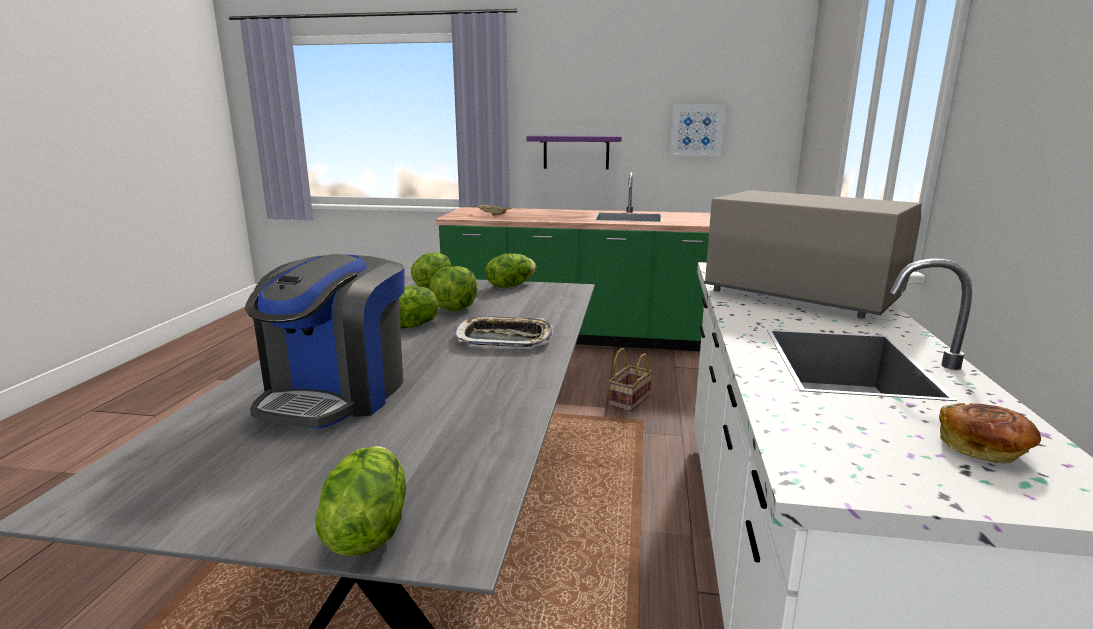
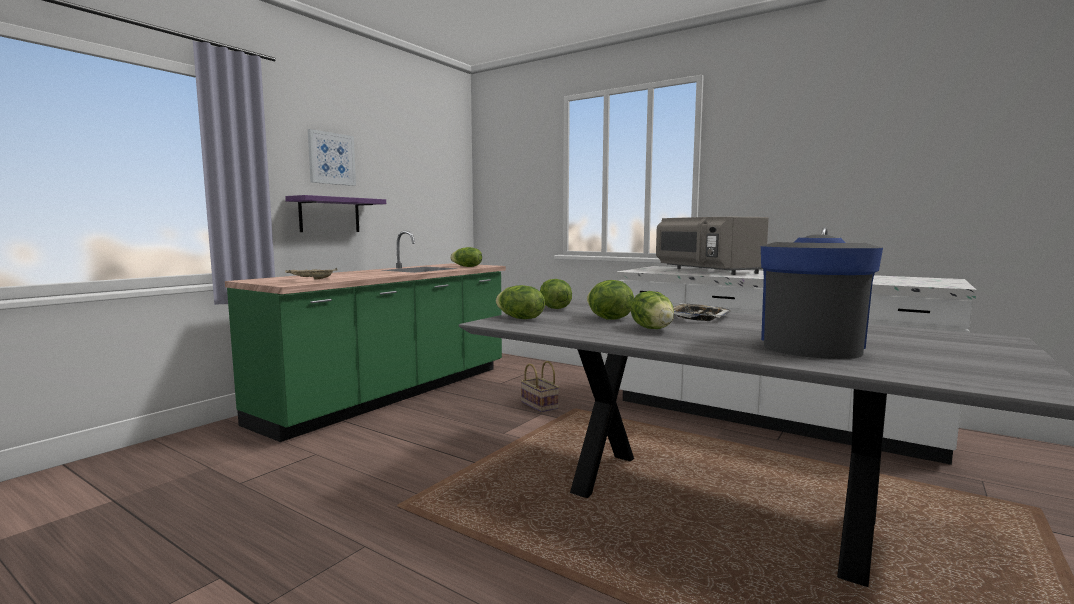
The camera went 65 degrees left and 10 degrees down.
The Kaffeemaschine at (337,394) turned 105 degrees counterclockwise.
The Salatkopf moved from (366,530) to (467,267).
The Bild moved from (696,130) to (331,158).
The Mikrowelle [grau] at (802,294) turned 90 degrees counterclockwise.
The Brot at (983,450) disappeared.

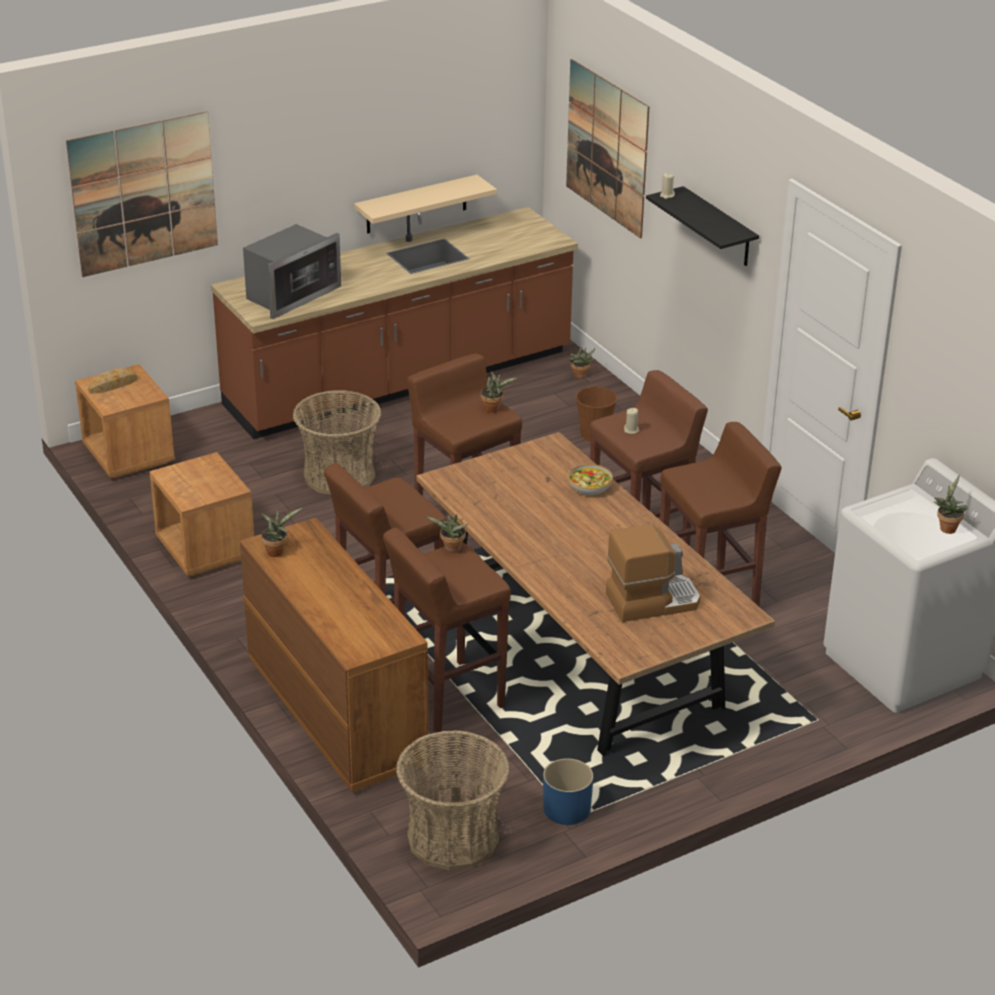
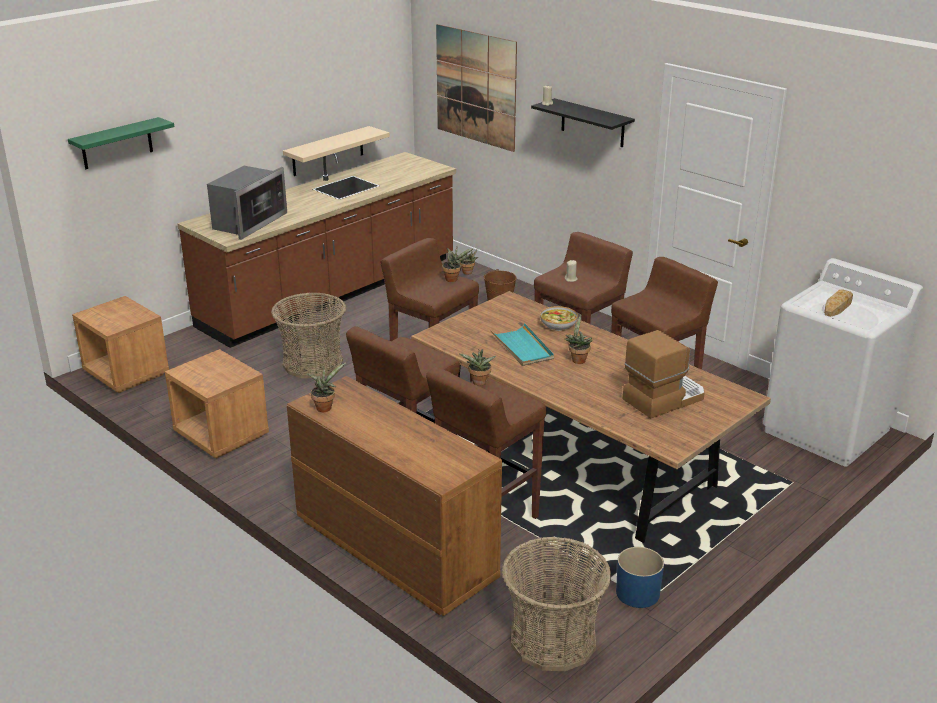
The camera went 15 degrees left and 5 degrees down.
The Bild at (143,193) was replaced by the Wandregal [grün] at (117,144).
The Brot moved from (113,385) to (837,307).
The Topfpflanze moved from (947,527) to (577,359).
The Tablett [türkis] at (522,347) appeared.

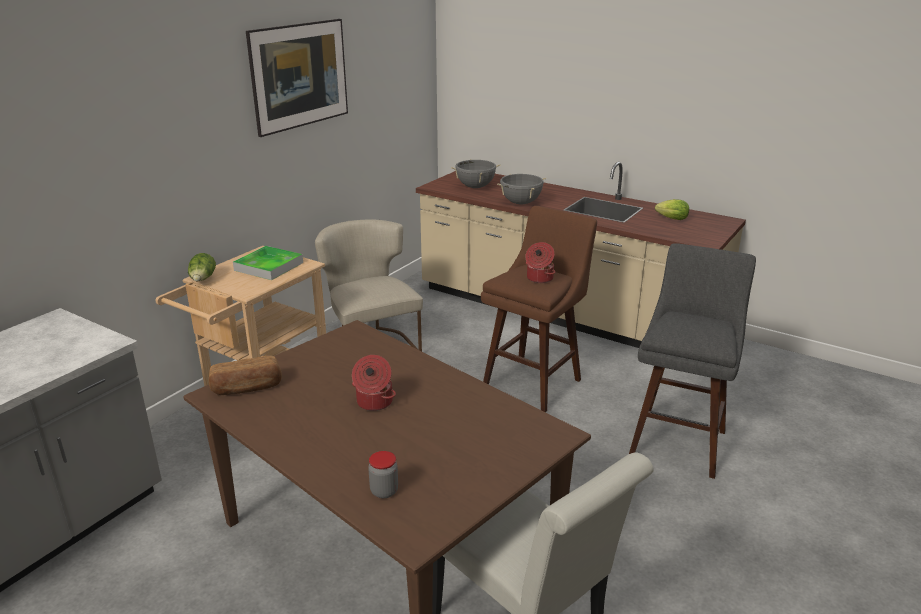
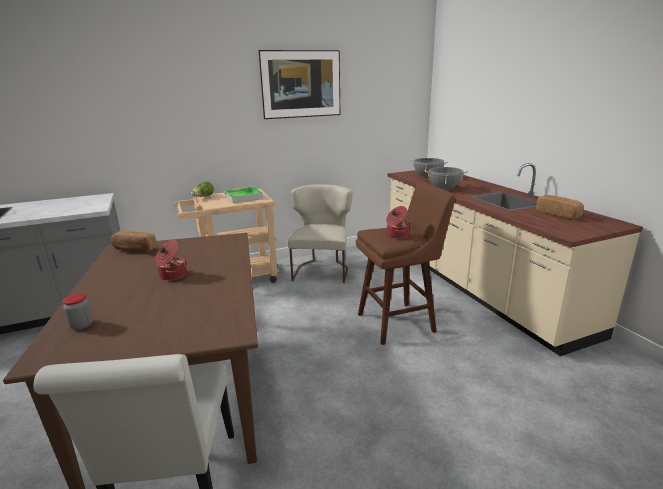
The camera went 35 degrees right and 5 degrees down.
The Hocker [grau] at (679,440) disappeared.
The Salatkopf at (670,219) was replaced by the Brot at (558,214).

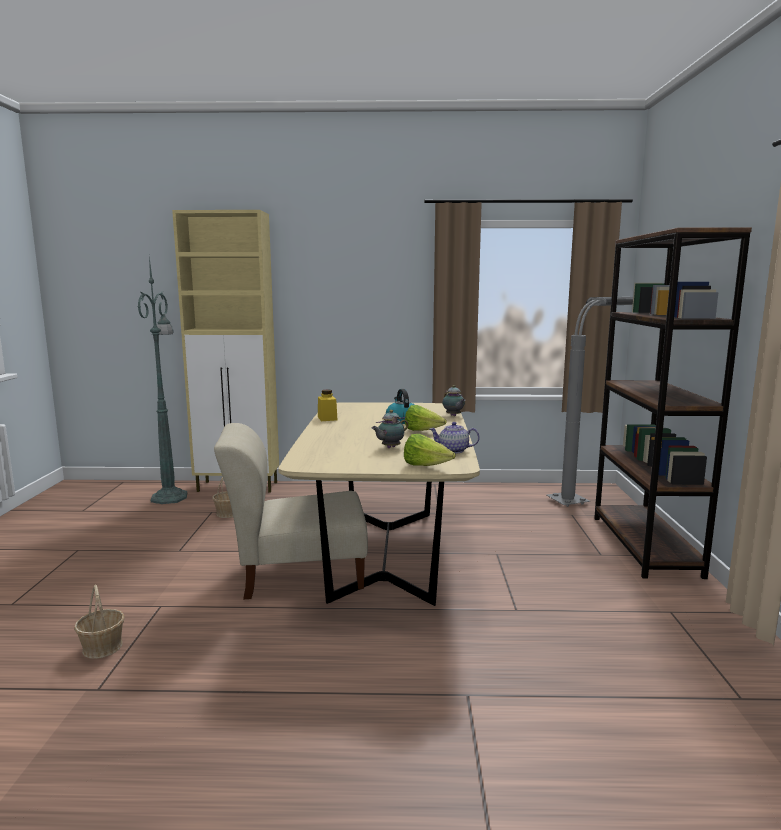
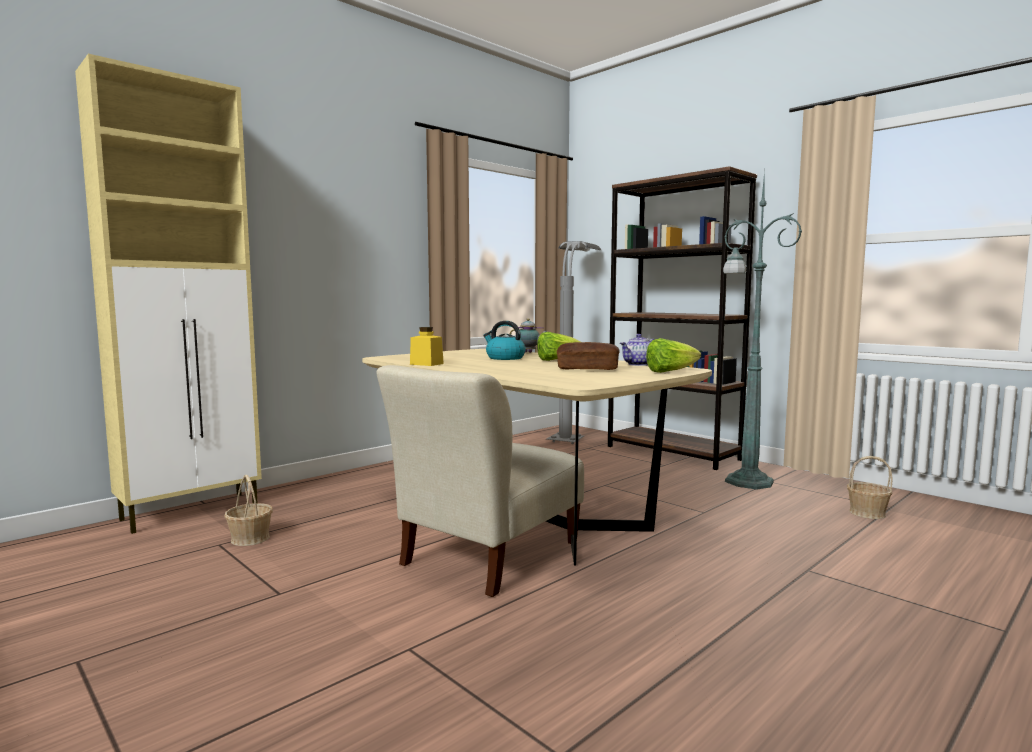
The camera went 45 degrees left and 5 degrees down.
The Korb moved from (103,647) to (867,513).
The Stehlampe [grün] moved from (170,497) to (746,481).
The Teekanne at (389,447) was replaced by the Brot at (587,369).

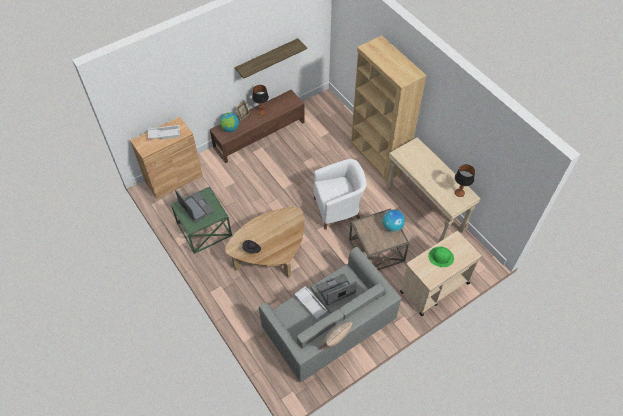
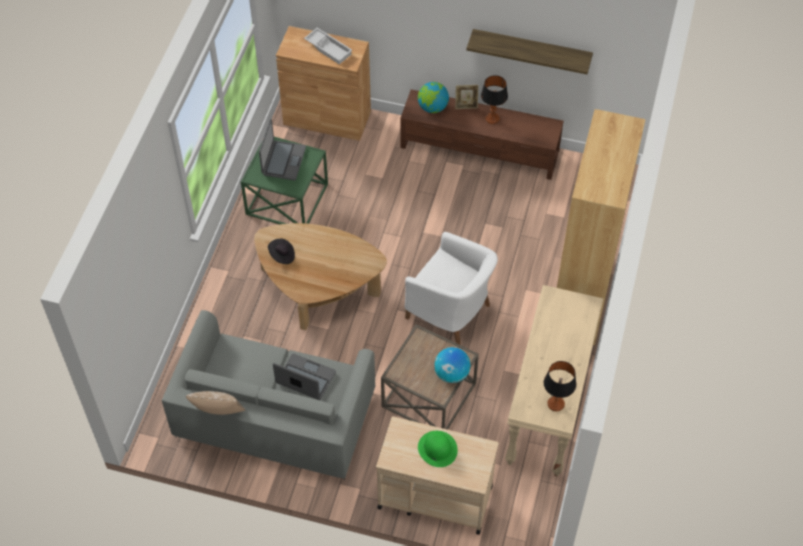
The camera went 50 degrees right and 0 degrees up.
The Tablett [weiß] at (311,304) disappeared.

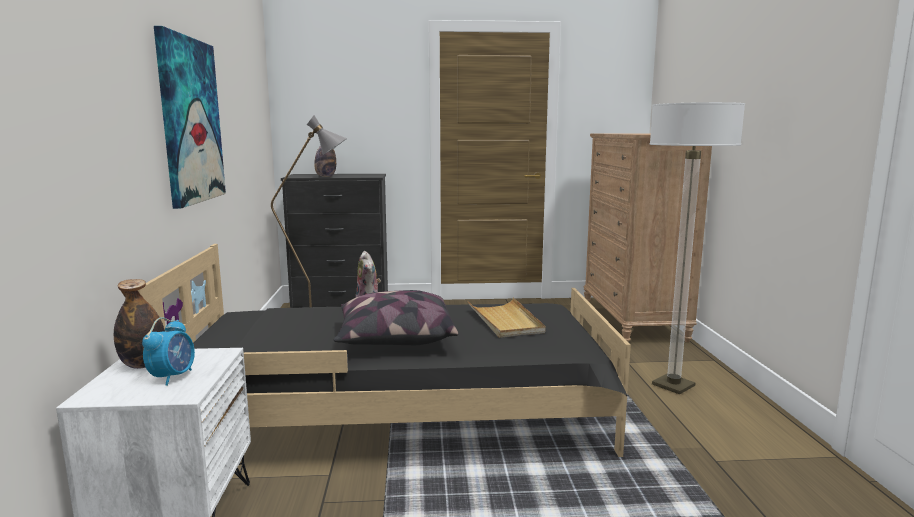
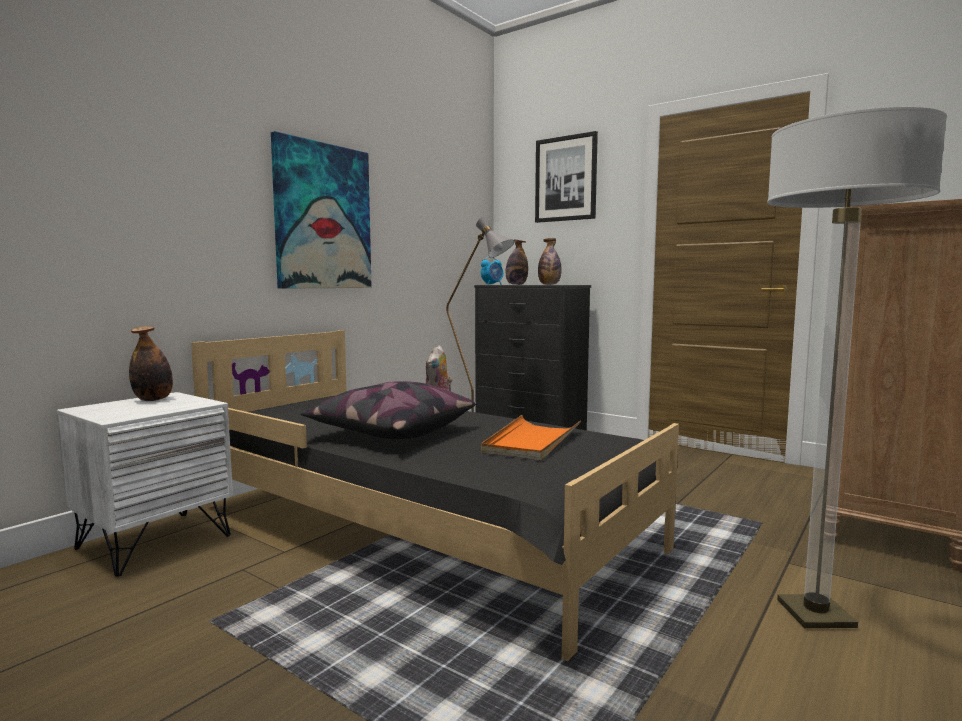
The camera went 40 degrees right and 5 degrees down.
The Wecker moved from (173,377) to (492,284).
The Tablett [beige] at (505,321) became the Tablett [orange] at (531,441).
The Bild at (566,179) appeared.
The Flasche at (549,284) appeared.

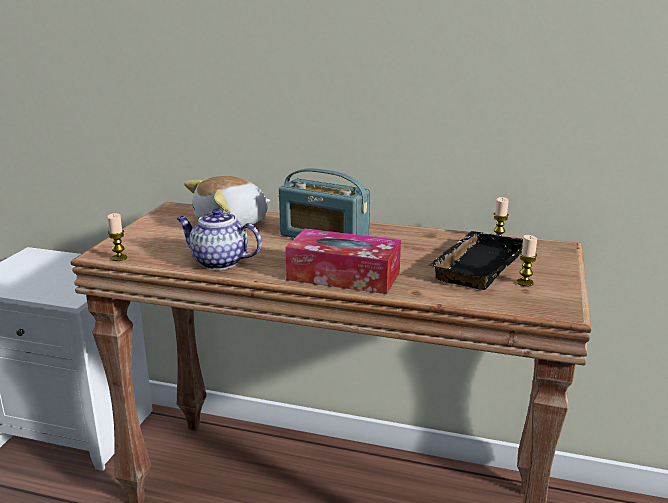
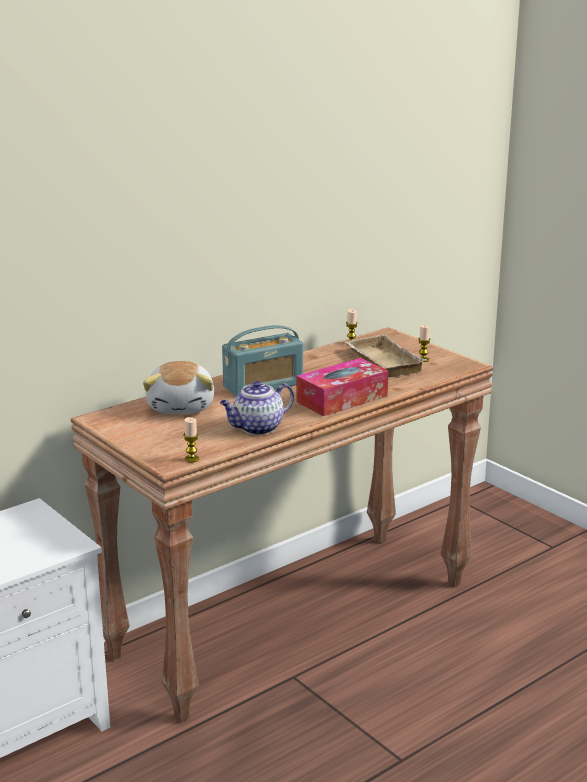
The camera went 55 degrees left and 0 degrees up.
The Tablett [schwarz] at (475,265) became the Tablett [beige] at (381,362).

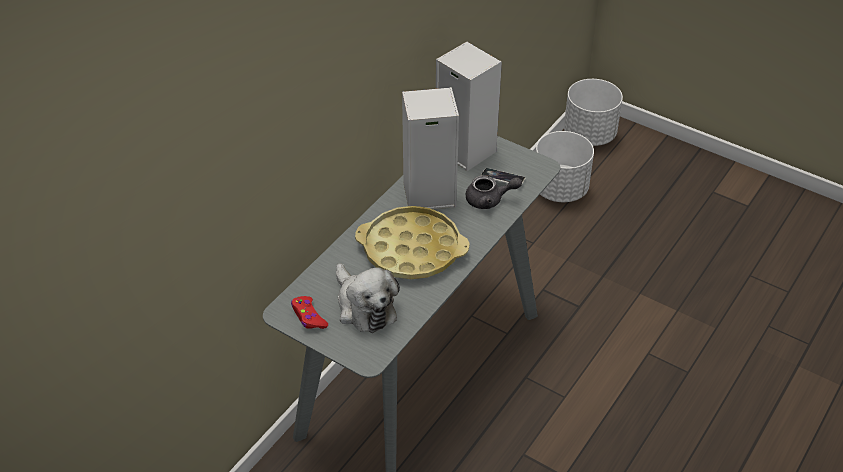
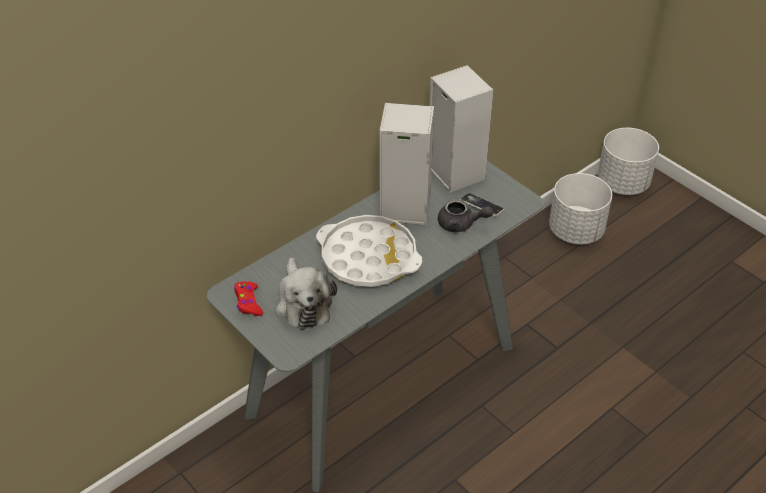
The camera went 15 degrees right and 0 degrees up.
The Tablett [gelb] at (412,249) became the Tablett [weiß] at (368,257).

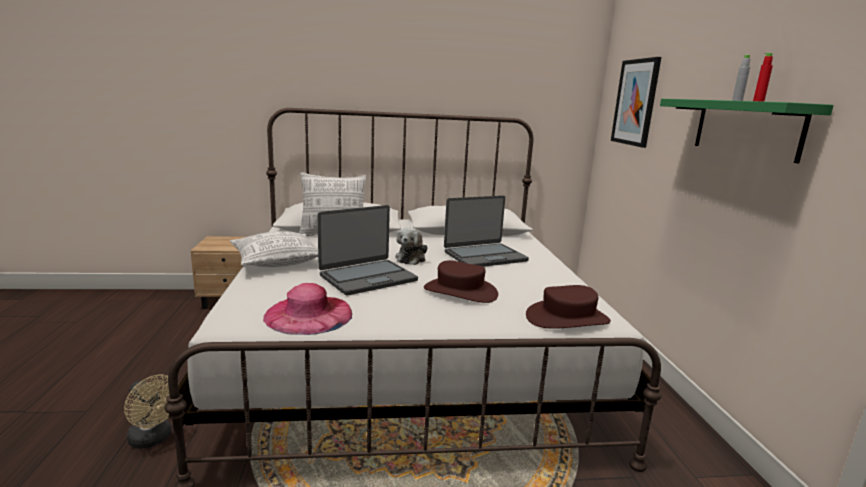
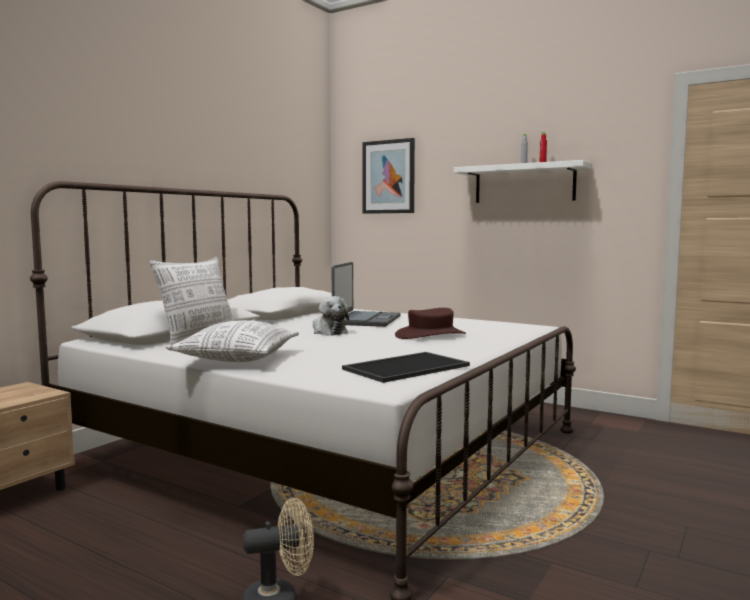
The camera went 50 degrees left and 10 degrees down.
The Hut [rosa] at (309,314) was replaced by the Tablett at (406,367).
The Laptop at (367,278) disappeared.
The Hut [braun] at (567,318) disappeared.
The Wandregal [grün] at (746,128) became the Wandregal [weiß] at (524,184).

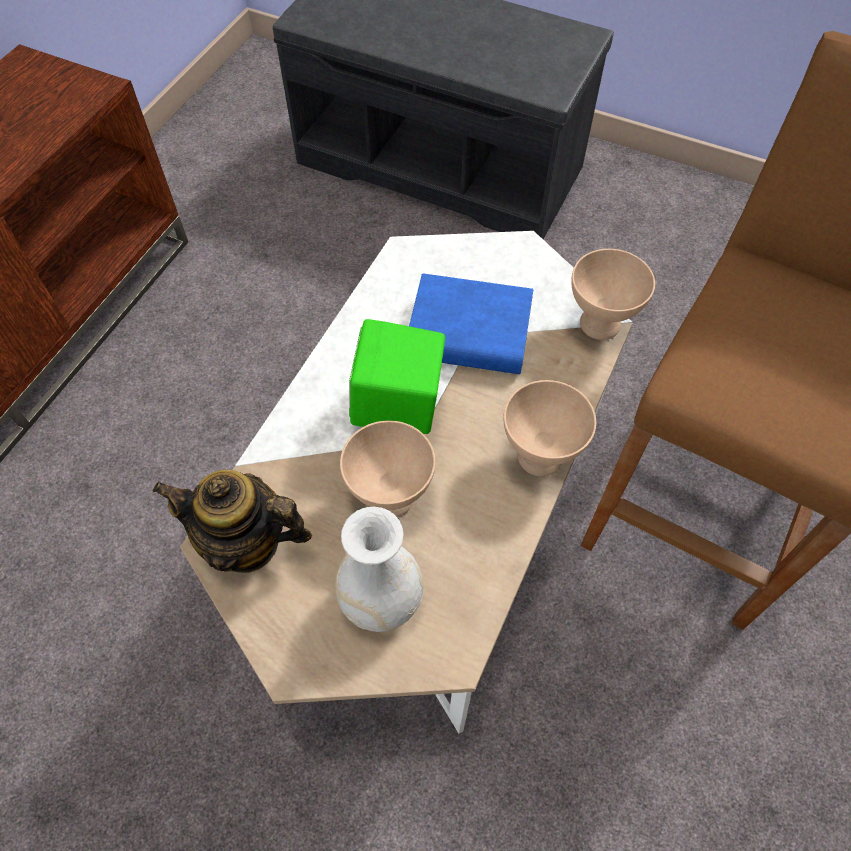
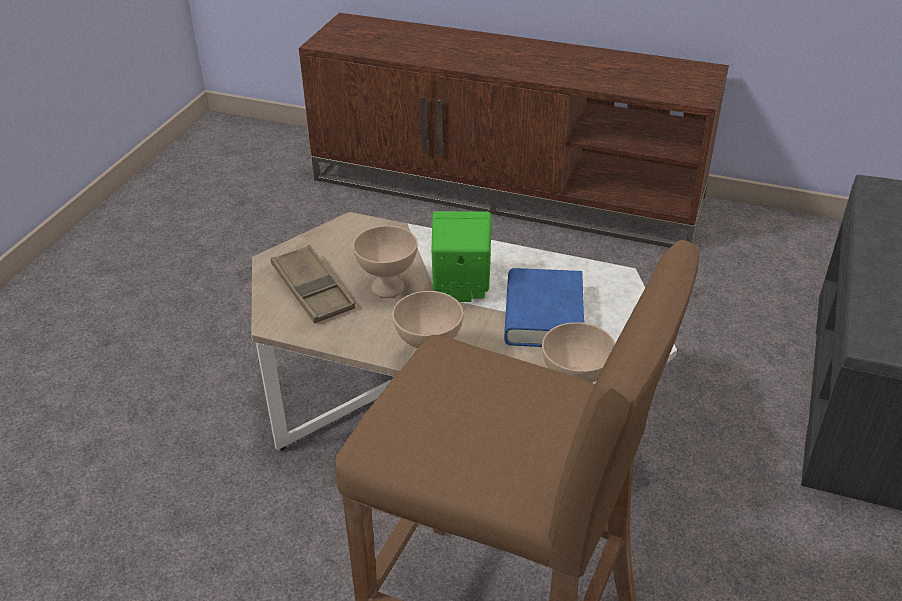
The camera went 85 degrees right and 20 degrees down.
The Teekanne at (246,542) disappeared.
The Vase [weiß] at (381,599) was replaced by the Tablett [braun] at (313,290).

